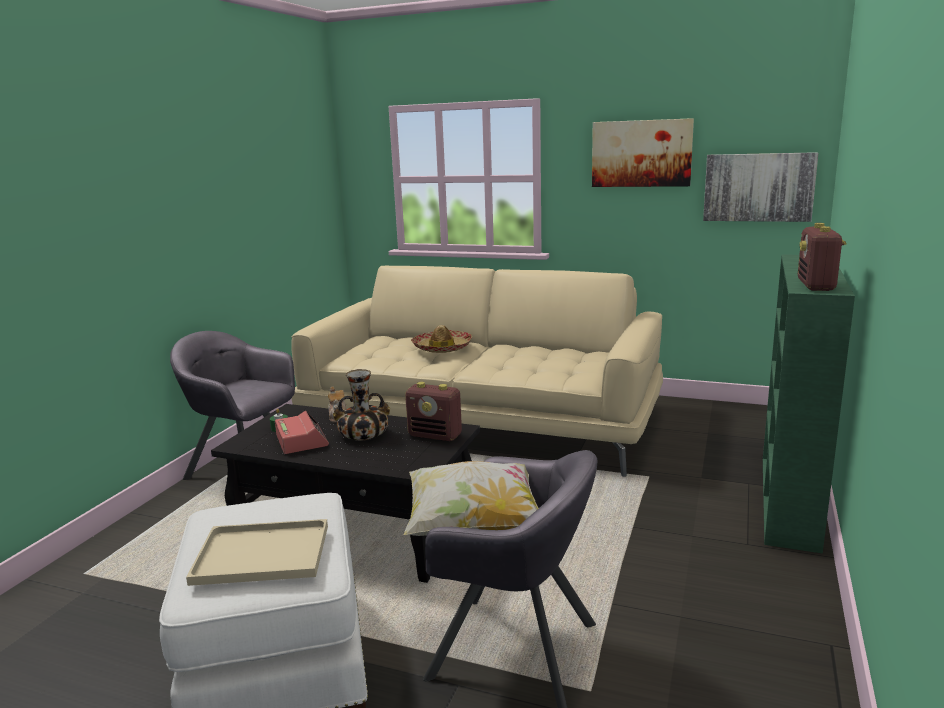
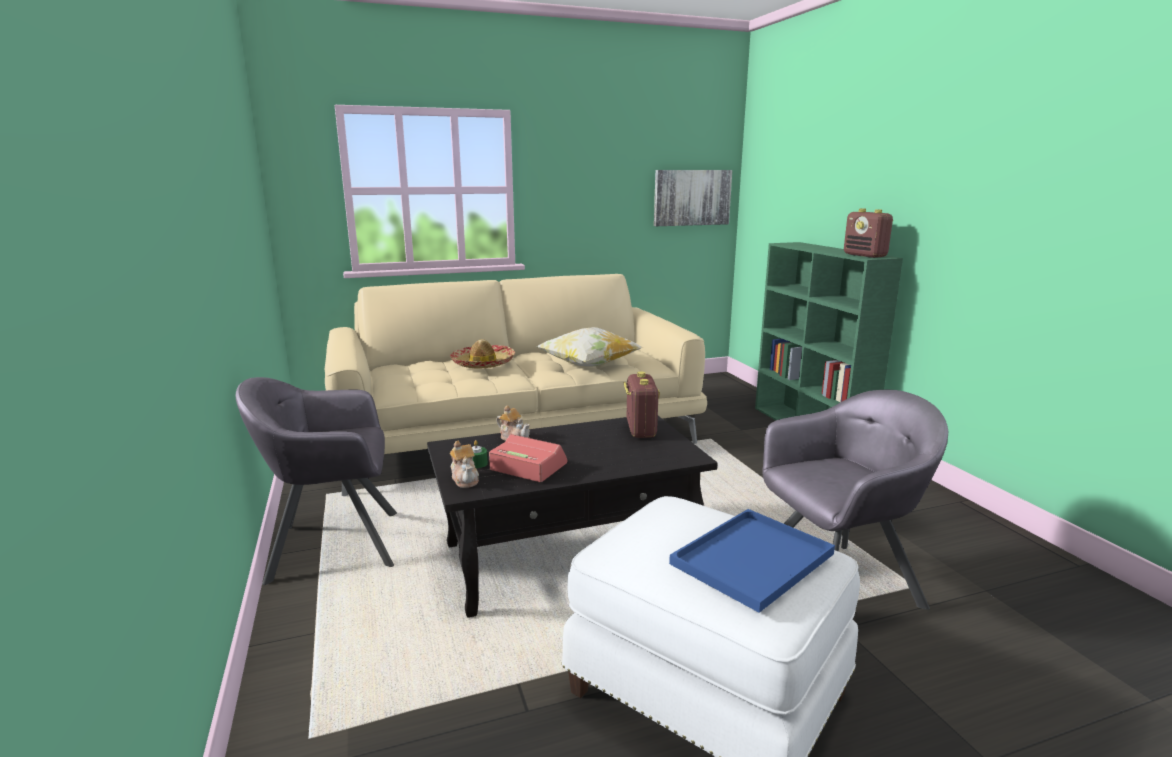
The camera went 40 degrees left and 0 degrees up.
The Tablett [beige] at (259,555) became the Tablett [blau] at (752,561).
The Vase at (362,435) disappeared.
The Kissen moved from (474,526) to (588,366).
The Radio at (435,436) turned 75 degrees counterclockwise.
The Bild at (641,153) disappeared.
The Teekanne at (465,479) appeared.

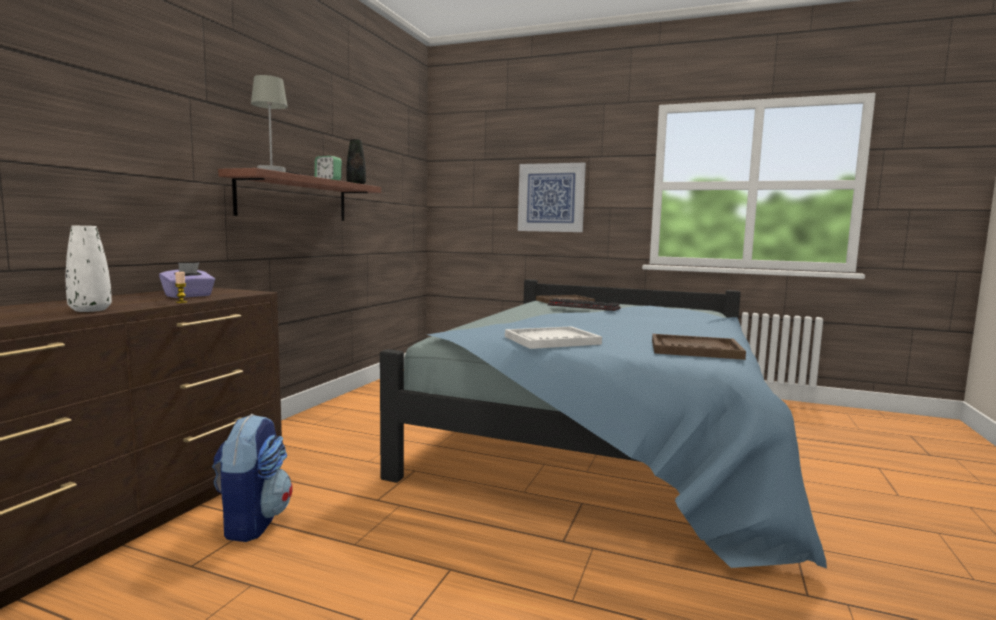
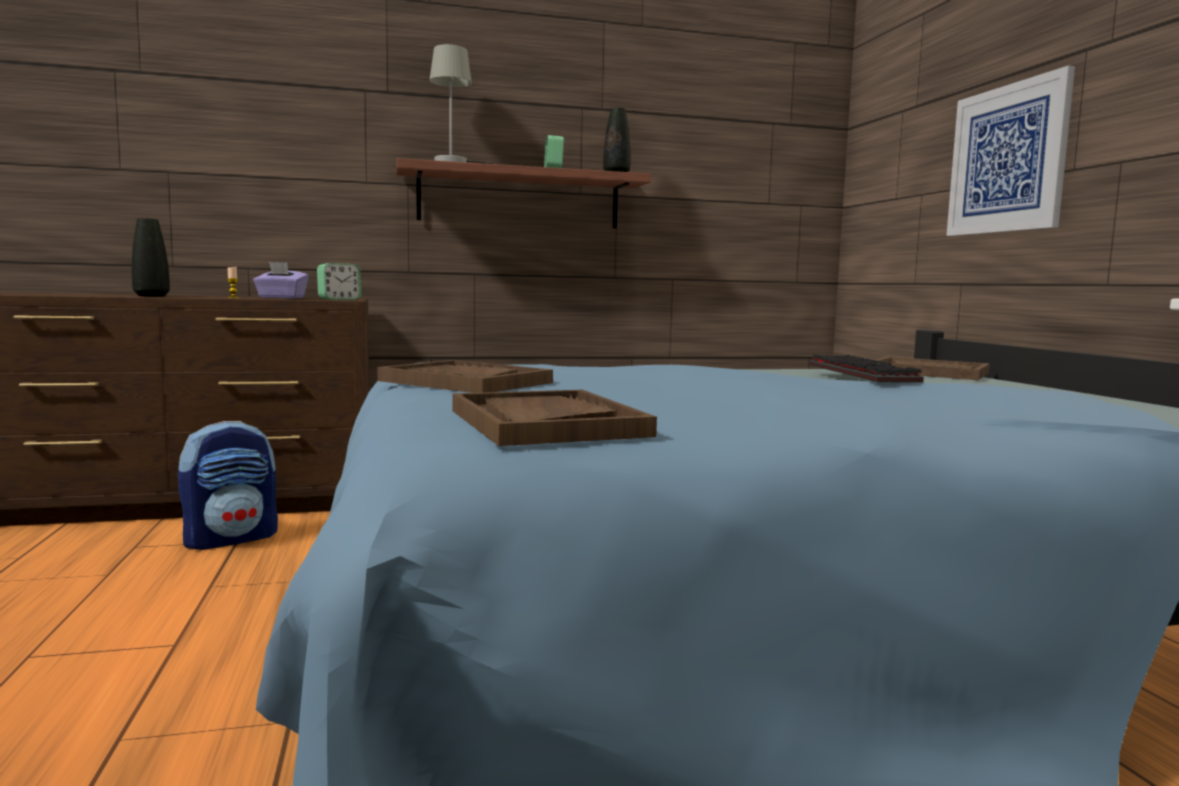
The camera went 55 degrees right and 0 degrees up.
The Vase [weiß] at (90,310) became the Vase [schwarz] at (151,296).
The Tablett [weiß] at (551,340) became the Tablett [braun] at (465,382).
The Wecker at (339,299) appeared.

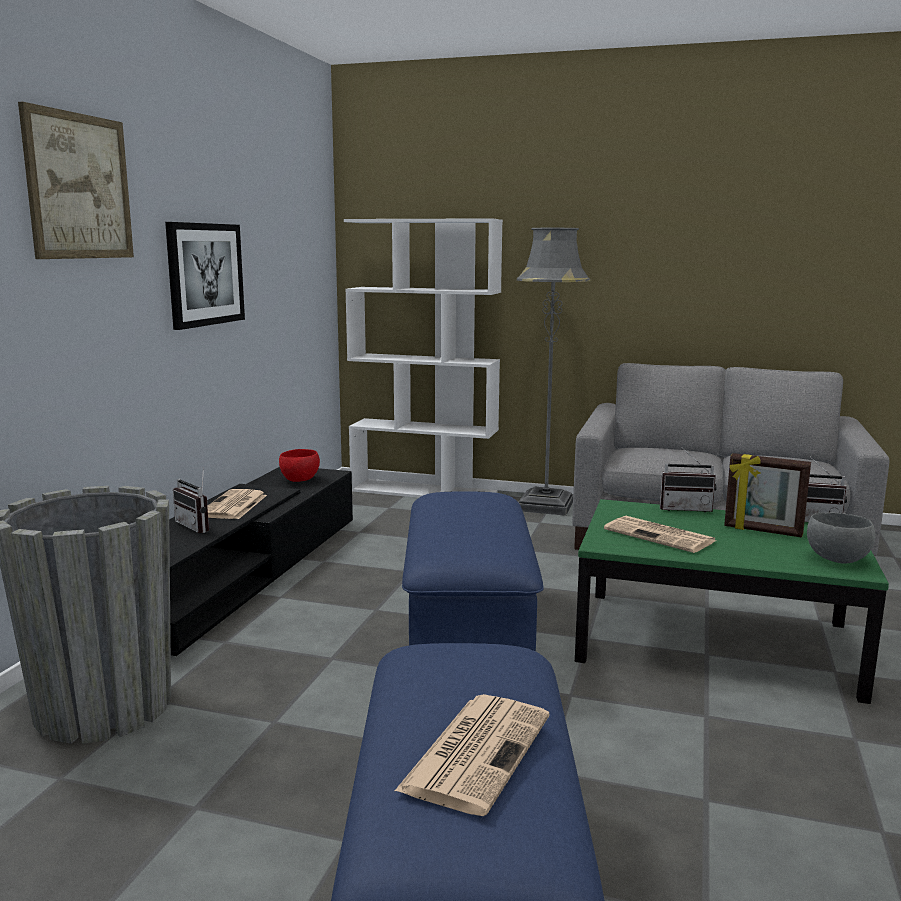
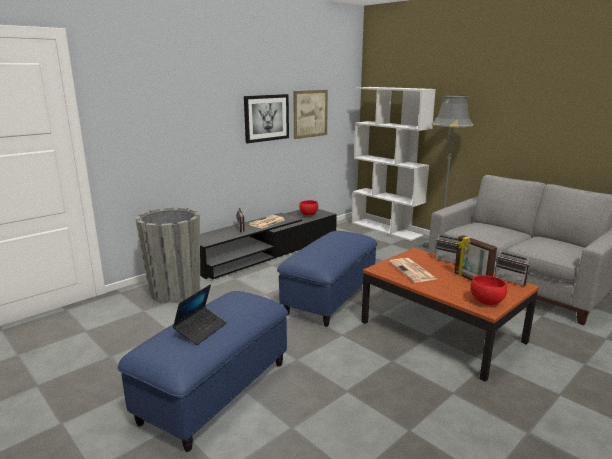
The camera went 30 degrees right and 5 degrees up.
The Bild moved from (79,187) to (310,113).
The Zeitung at (476,751) was replaced by the Laptop at (201,330).
The Couchtisch [grün] at (715,642) became the Couchtisch [braun] at (442,332).
The Schüssel [grau] at (837,560) became the Schüssel [rot] at (486,302).

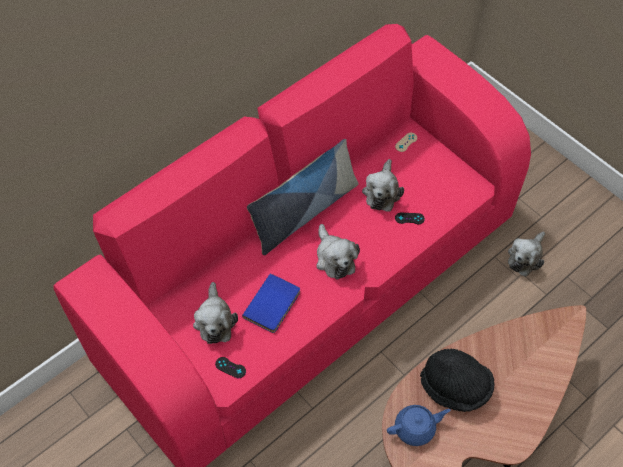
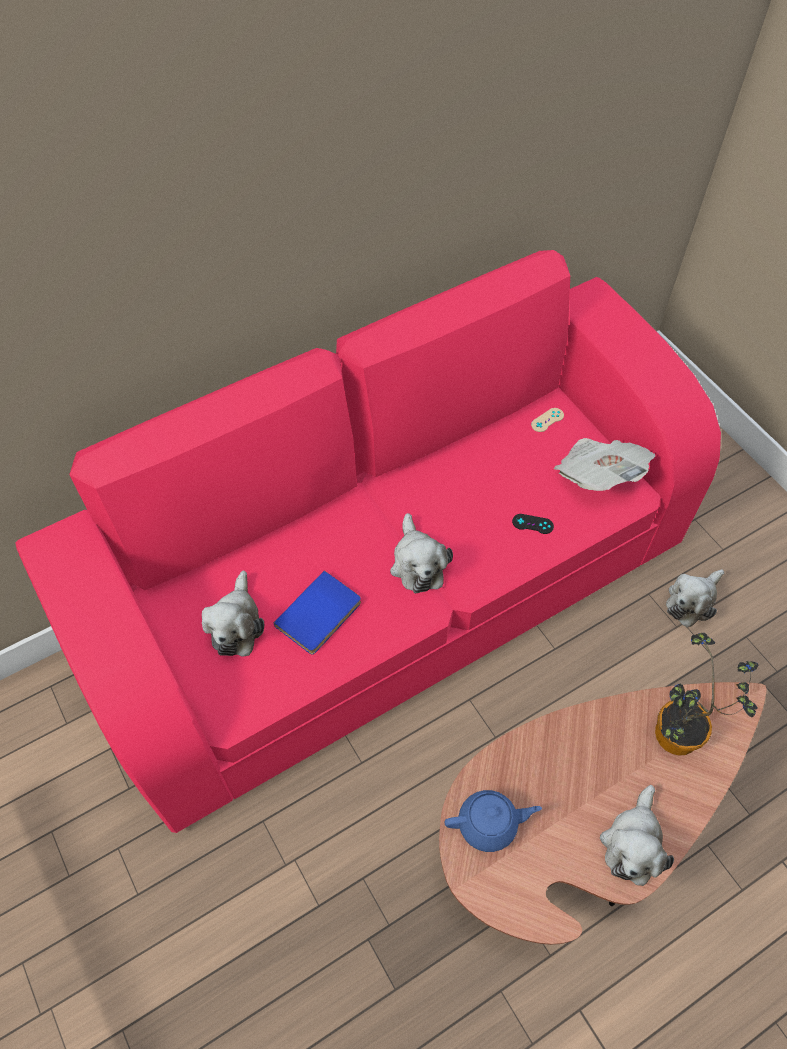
The camera went 10 degrees right and 0 degrees up.
The Gamepad [schwarz] at (230,367) disappeared.
The Kissen at (304,212) disappeared.
The Plüschtier moved from (382,192) to (633,843).
The Hut [schwarz] at (455,387) disappeared.
The Zeitung at (598,475) appeared.
The Topfpflanze at (671,738) appeared.

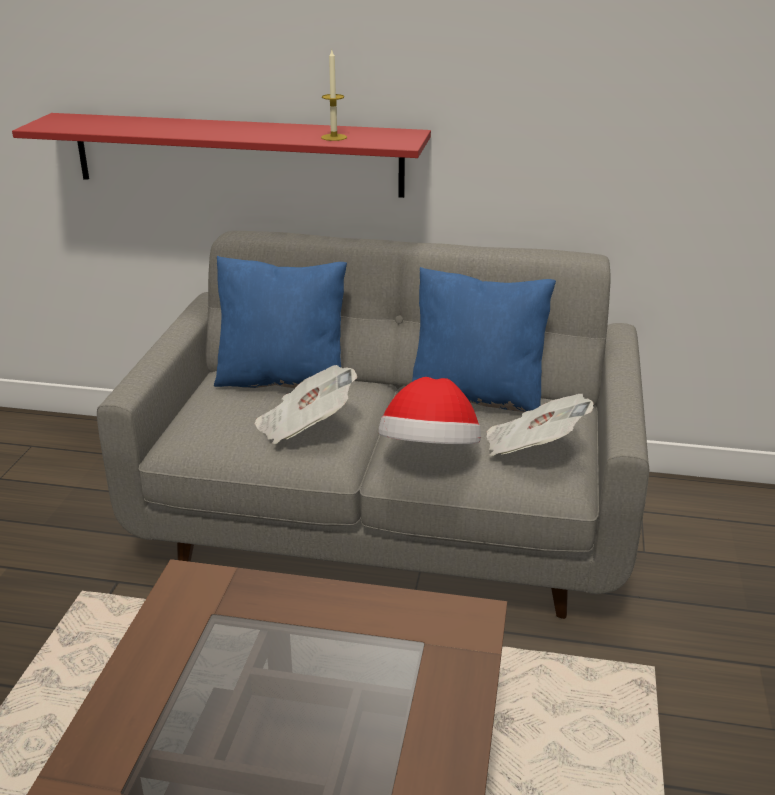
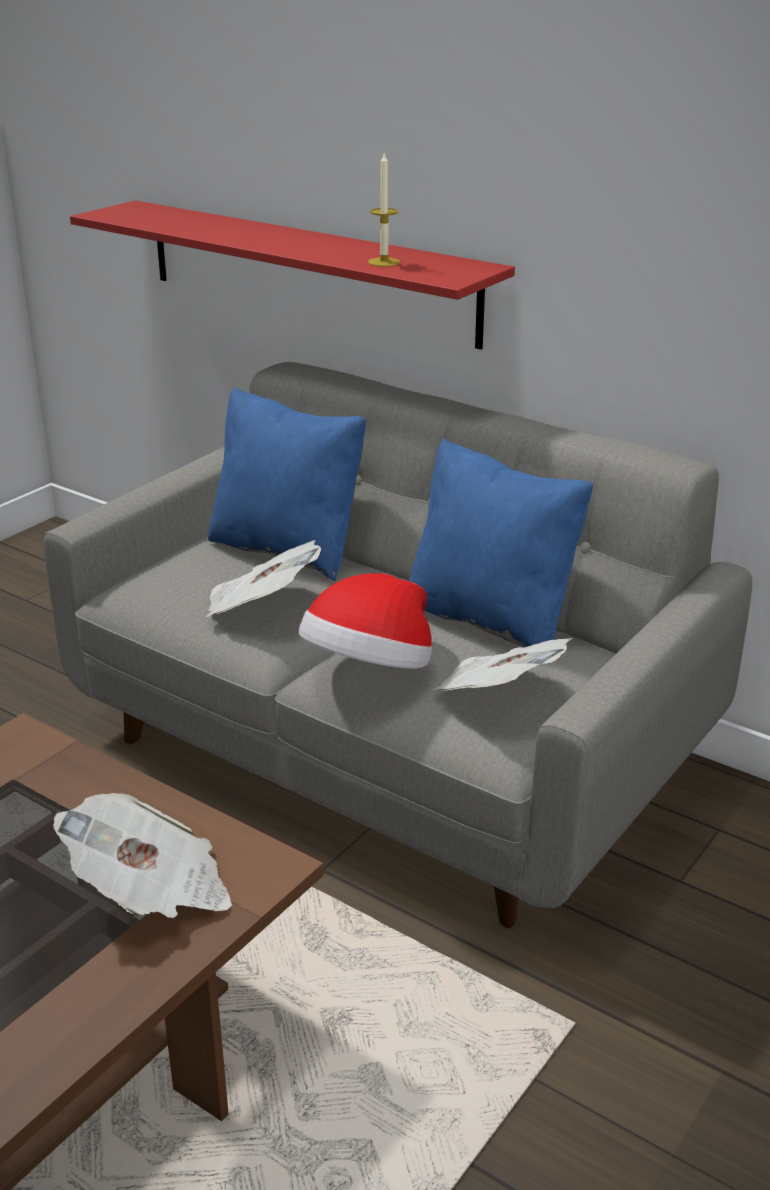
The camera went 25 degrees right and 0 degrees up.
The Zeitung at (151,892) appeared.

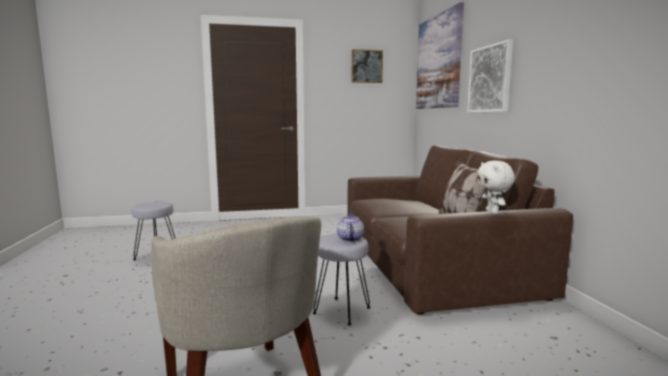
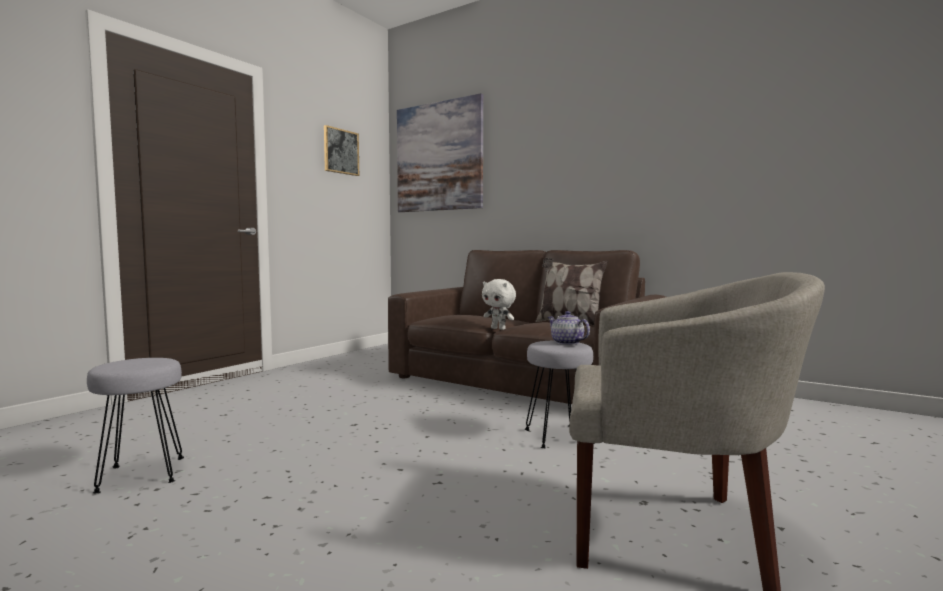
The camera went 45 degrees left and 5 degrees down.
The Bild at (490,79) disappeared.
The Plüschtier [weiß] moved from (493,212) to (499,329).

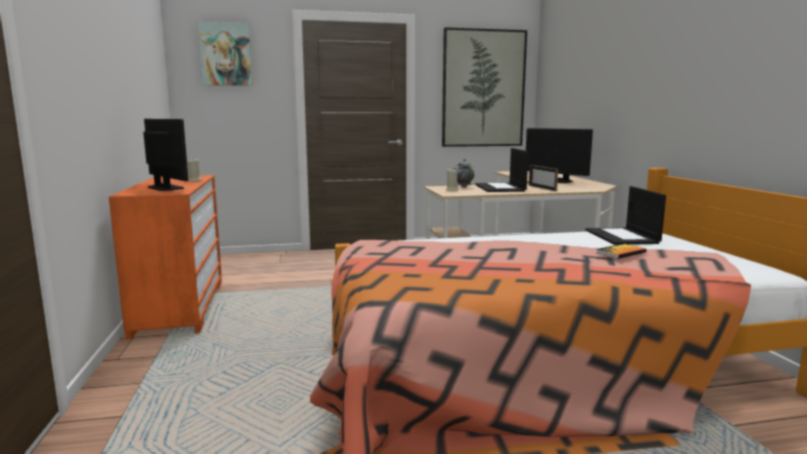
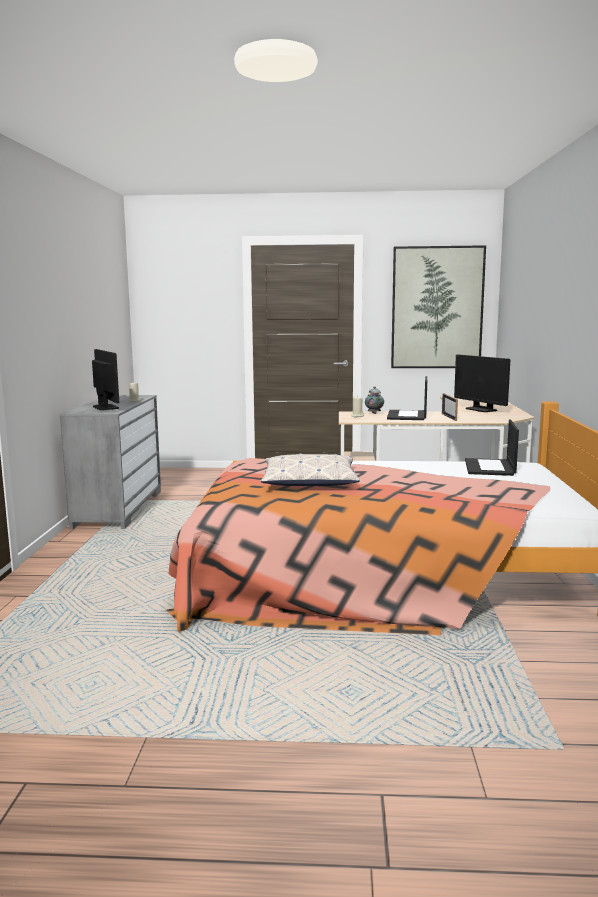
The camera went 15 degrees right and 0 degrees up.
The Kommode [orange] at (179,306) became the Kommode [grau] at (118,508).
The Bild at (226,54) disappeared.
The Buch at (621,252) disappeared.
The Kissen at (309,481) appeared.

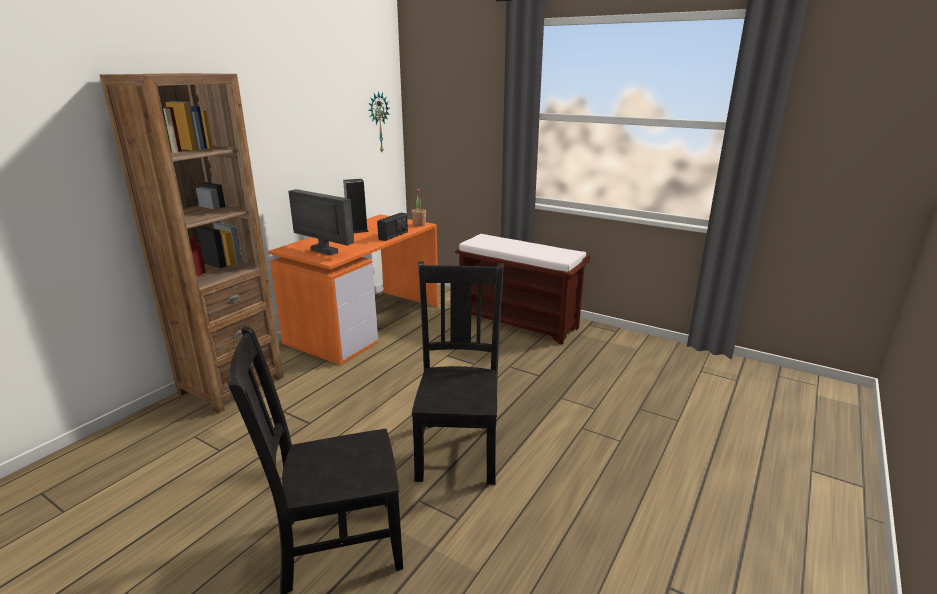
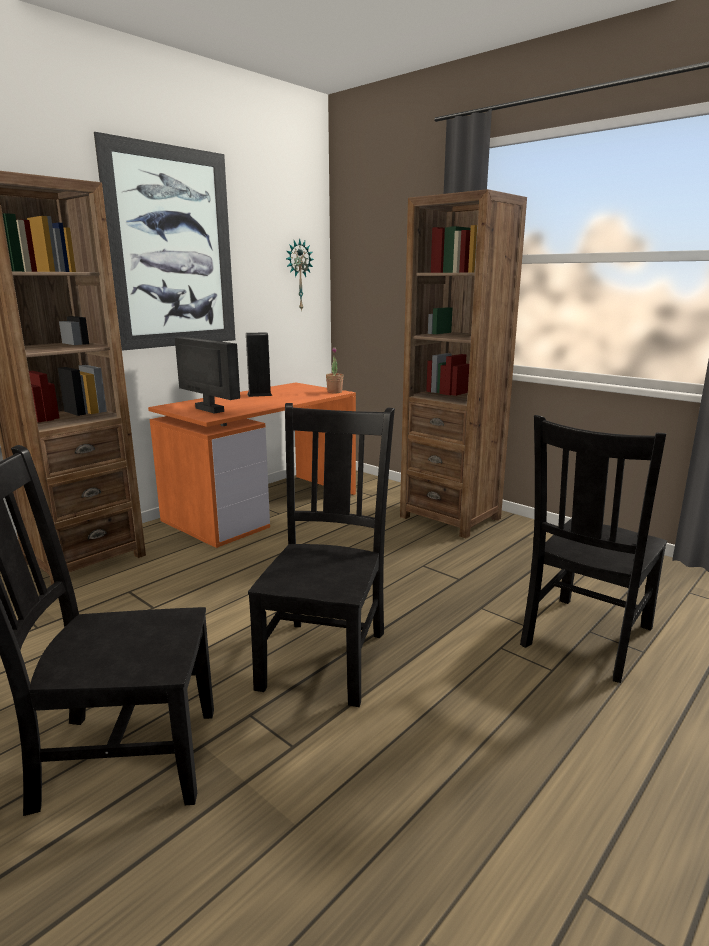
The camera went 10 degrees right and 5 degrees down.
The Radio at (393,236) disappeared.
The Bank [braun] at (519,322) was replaced by the Bücherregal [braun] at (450,517).
The Bild at (172,249) appeared.
The Stuhl [schwarz] at (585,638) appeared.

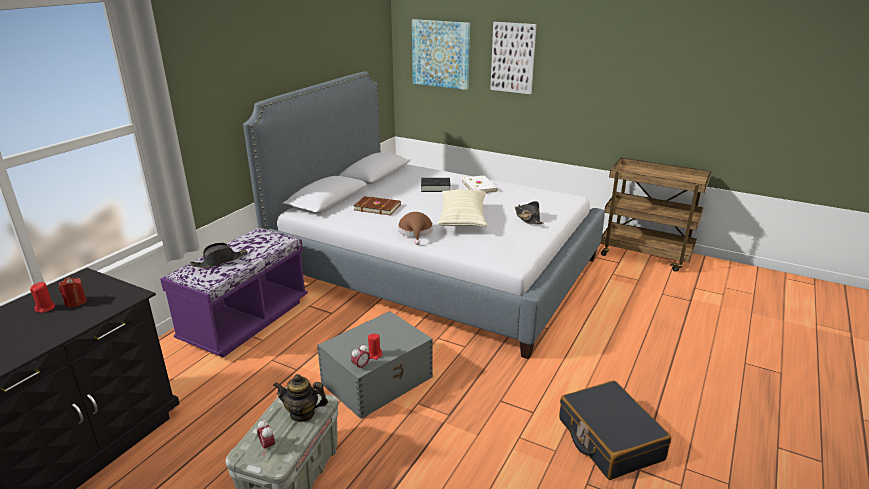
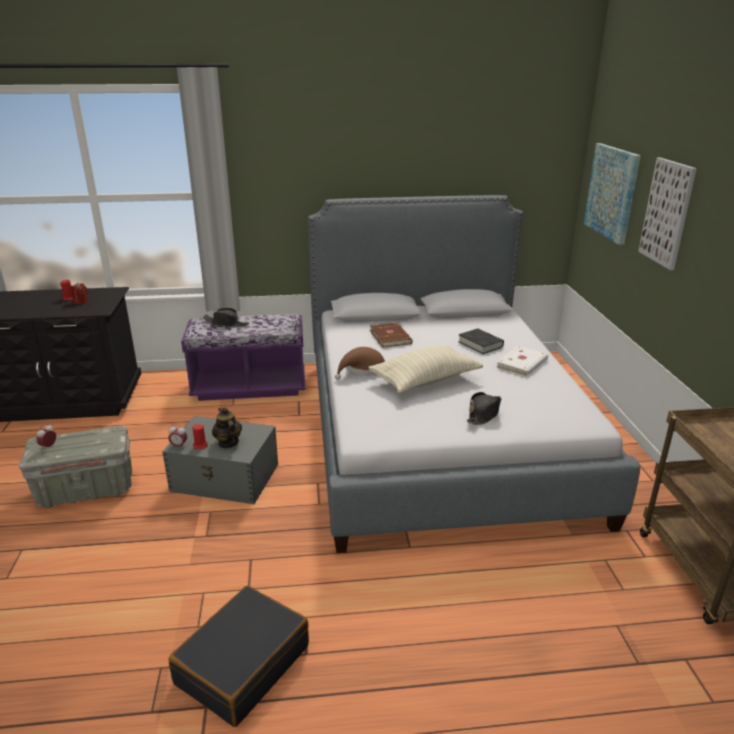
The camera went 55 degrees right and 0 degrees up.
The Teekanne moved from (302,413) to (228,443).

